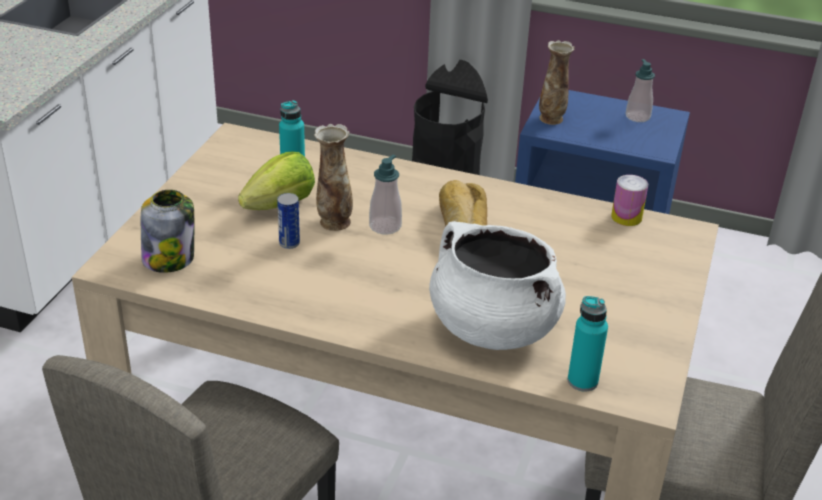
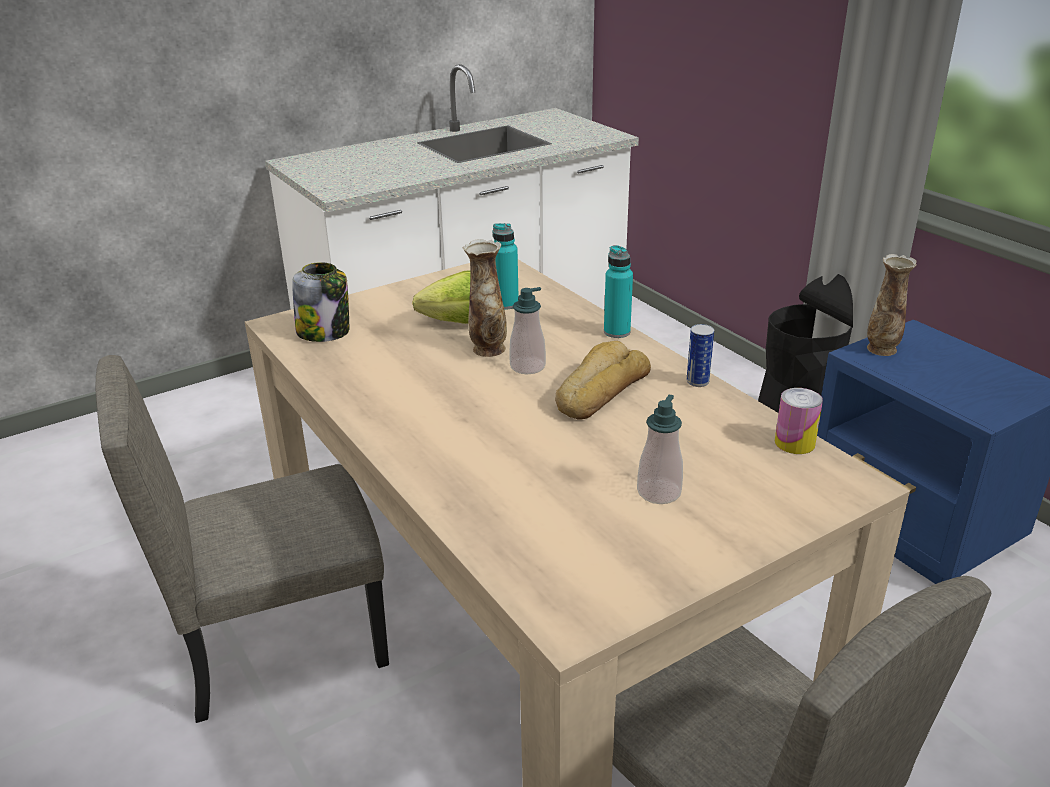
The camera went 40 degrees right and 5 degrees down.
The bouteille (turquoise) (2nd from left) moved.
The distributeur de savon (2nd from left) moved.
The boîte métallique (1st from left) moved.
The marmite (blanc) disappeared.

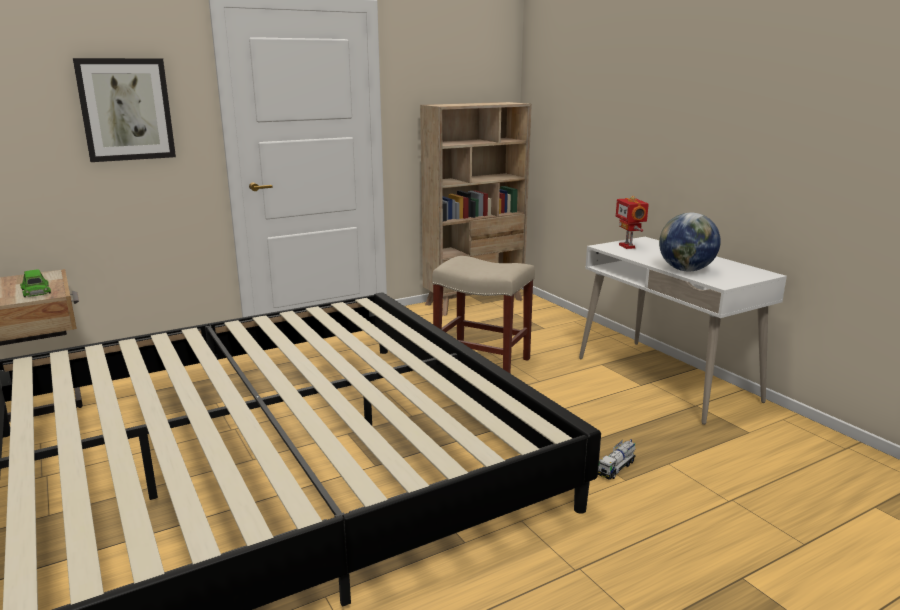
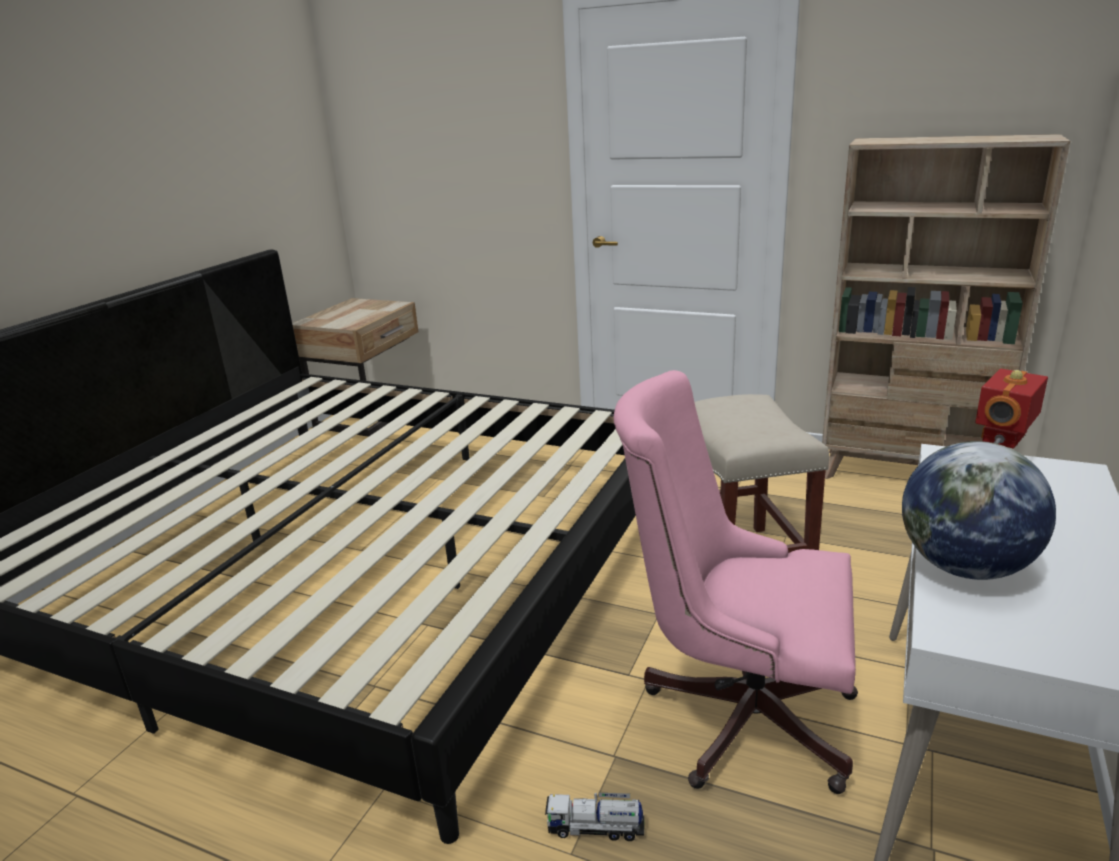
The camera went 55 degrees right and 5 degrees up.
The chaise de bureau (rose) appeared.
The petite voiture (vert) disappeared.
The tableau disappeared.

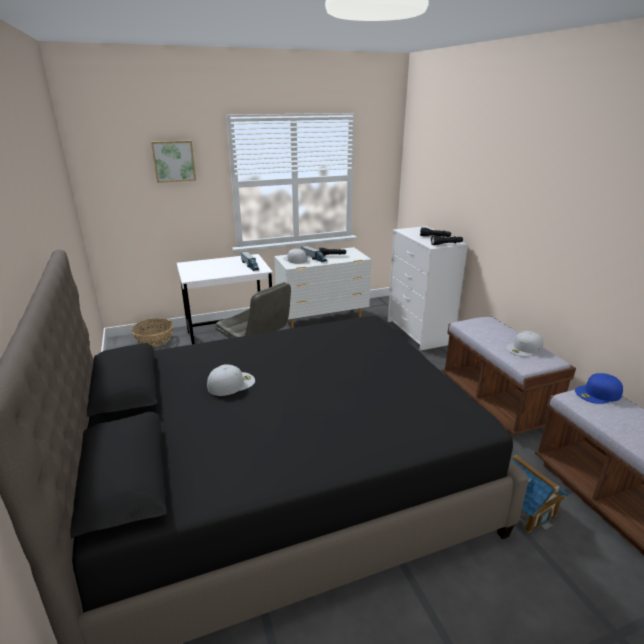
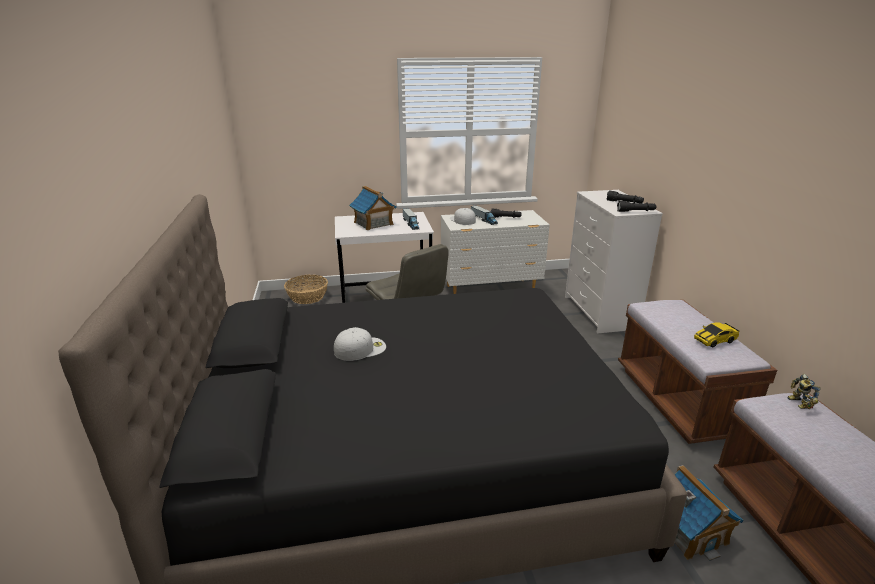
The camera went 10 degrees right and 0 degrees up.
The maison miniature (1st from left) appeared.
The casquette (blanc) (3rd from left) was replaced by the petite voiture.
The casquette (bleu) was replaced by the robot jouet.
The tableau disappeared.

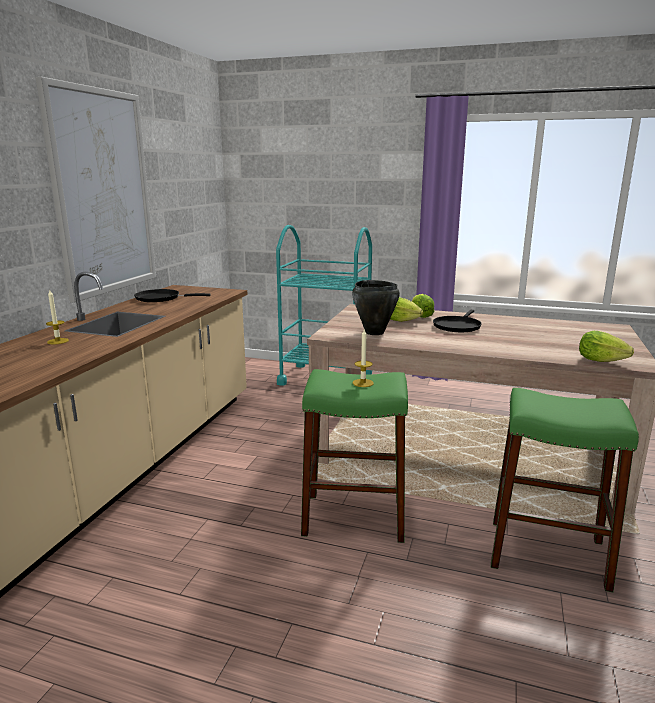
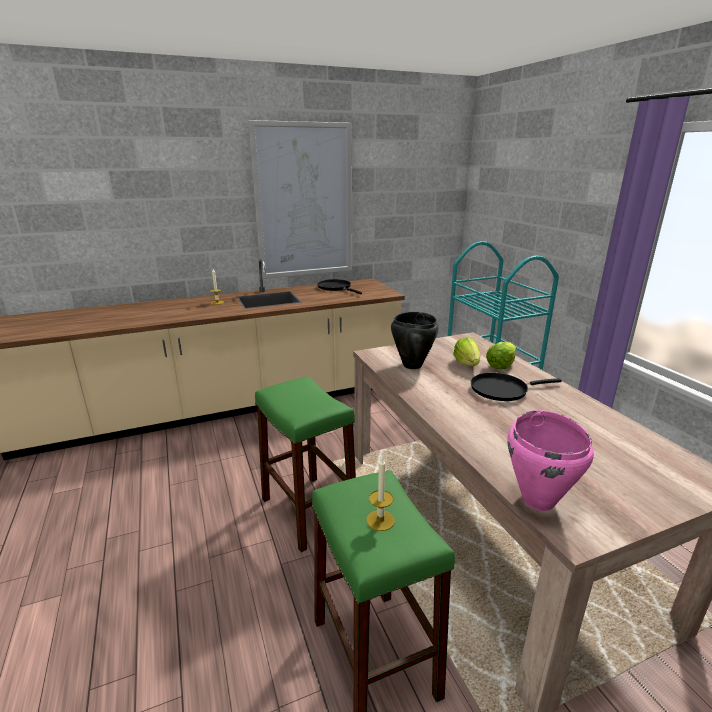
The camera went 50 degrees right and 5 degrees up.
The bougie (2nd from left) moved.
The laitue (3rd from left) was replaced by the marmite (rose).

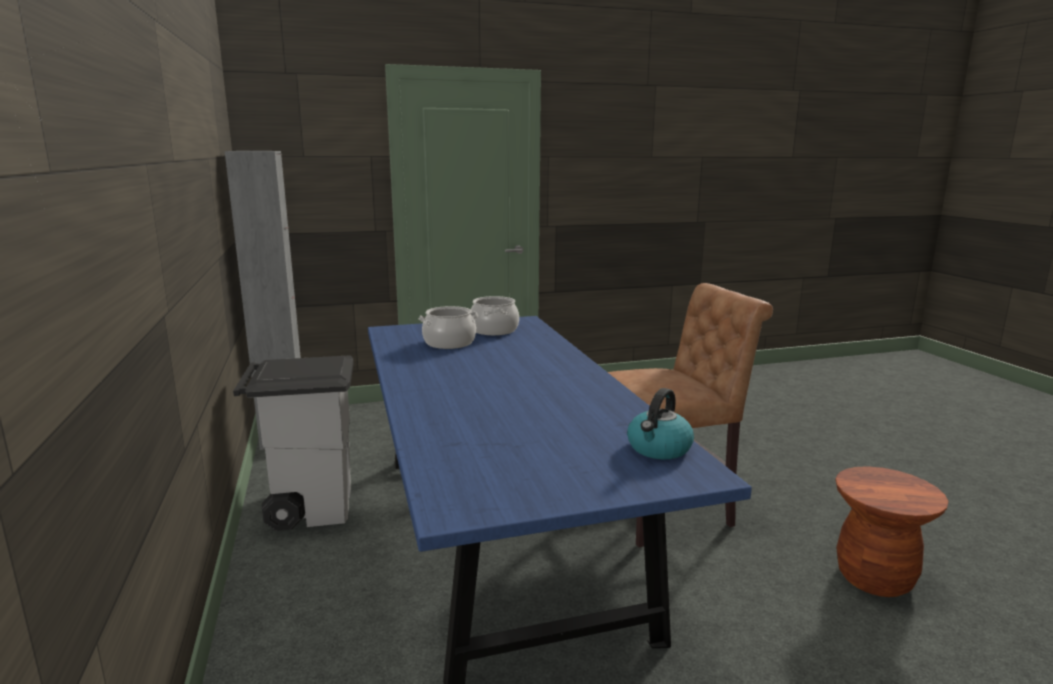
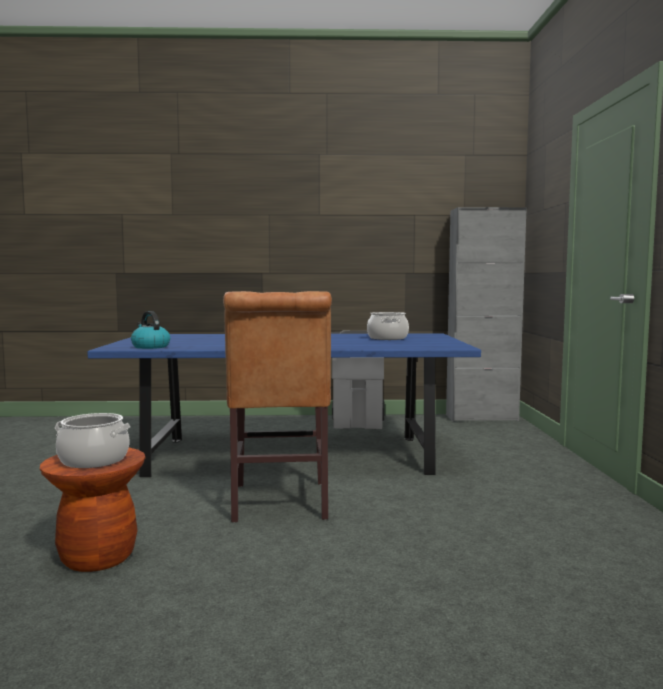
The camera went 105 degrees right and 10 degrees down.
The marmite (2nd from left in the first image) moved.

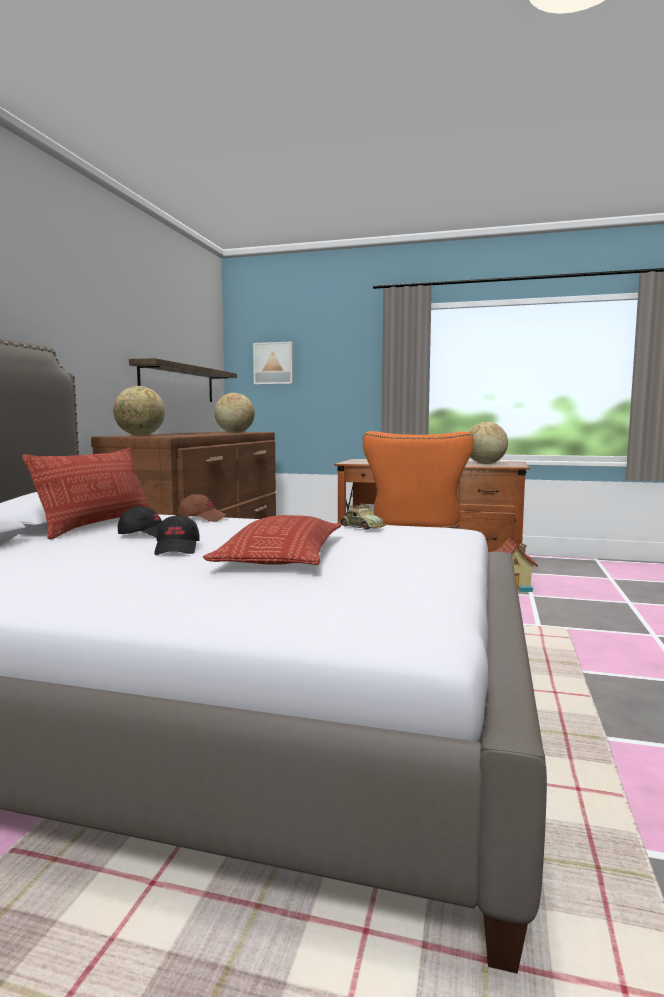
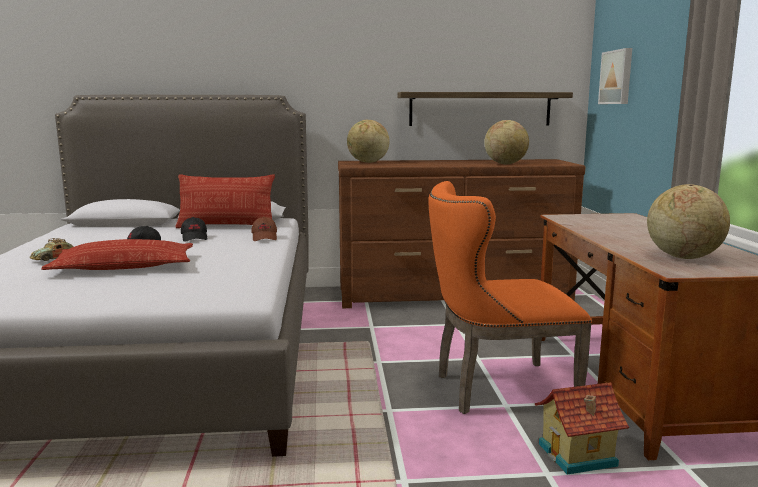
The camera went 70 degrees right and 5 degrees up.
The petite voiture moved.

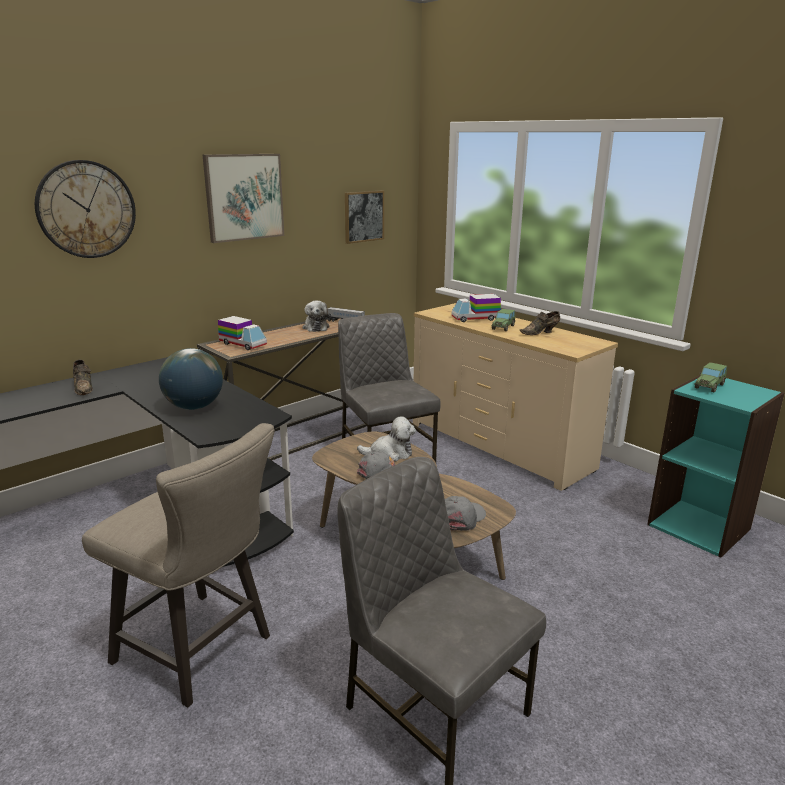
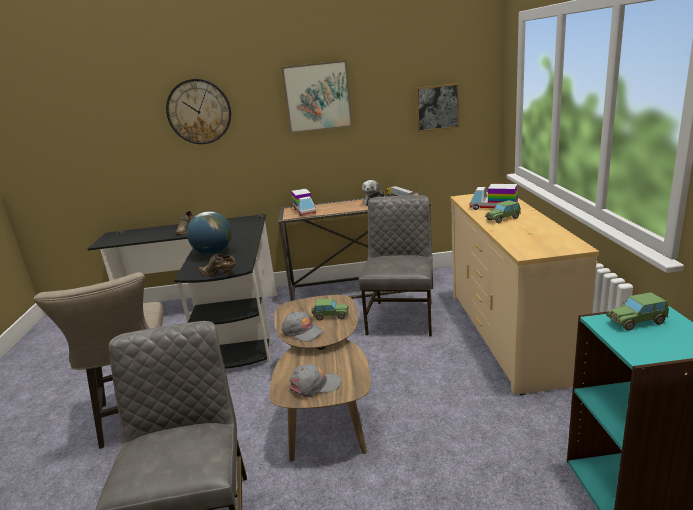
The camera went 40 degrees right and 0 degrees up.
The chaussure (marron) (2nd from left) moved.
The peluche (2nd from left) was replaced by the petite voiture (1st from left).

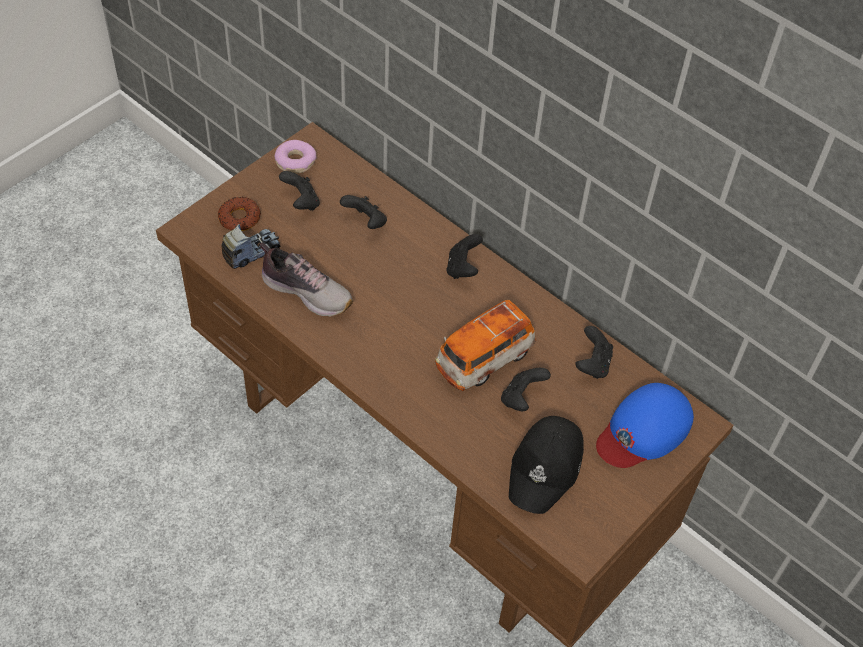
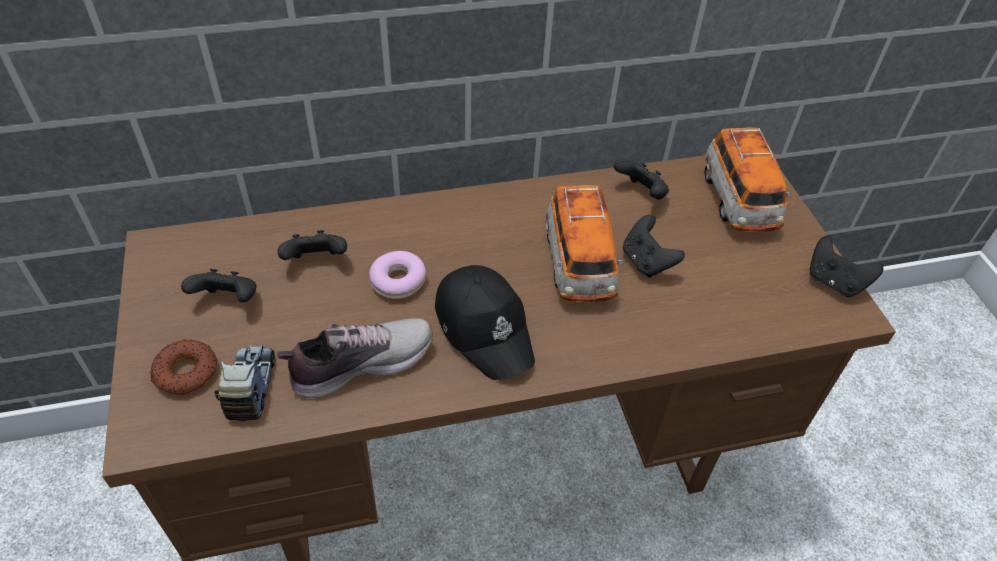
The camera went 55 degrees left and 5 degrees down.
The beignet (2nd from left) moved.
The casquette (noir) moved.
The casquette (bleu) was replaced by the petite voiture (2nd from left).
The manette (noir) (3rd from left in the first image) moved.

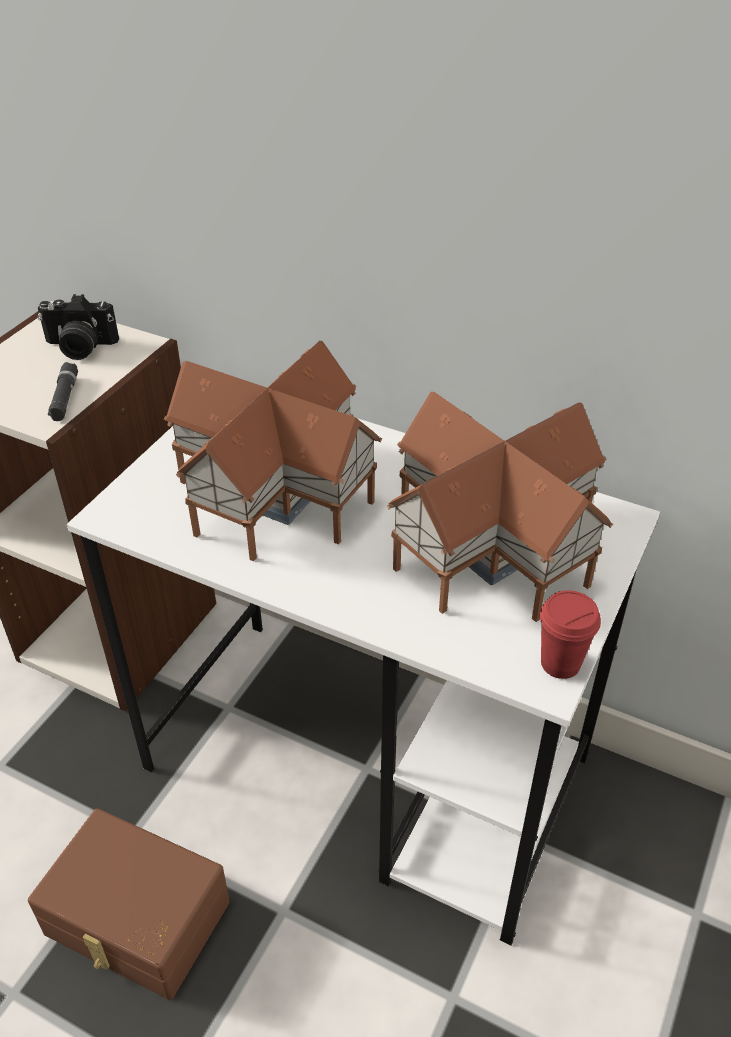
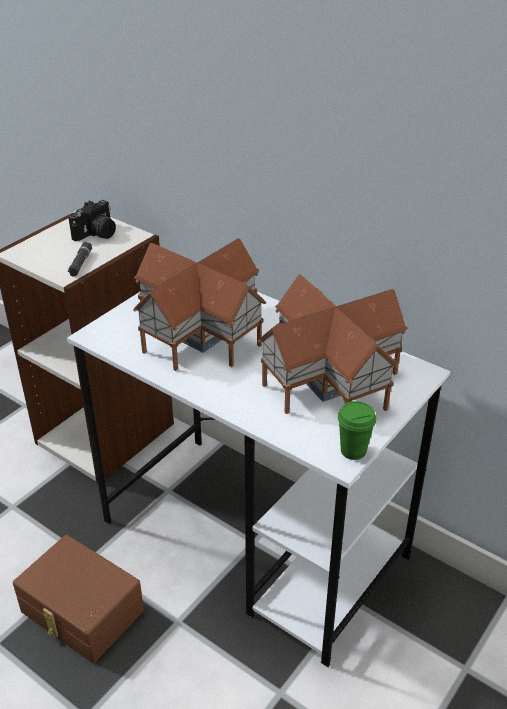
The camera went 10 degrees right and 5 degrees down.
The appareil photo turned 60 degrees counterclockwise.
The tasse (rouge) became the tasse (vert).

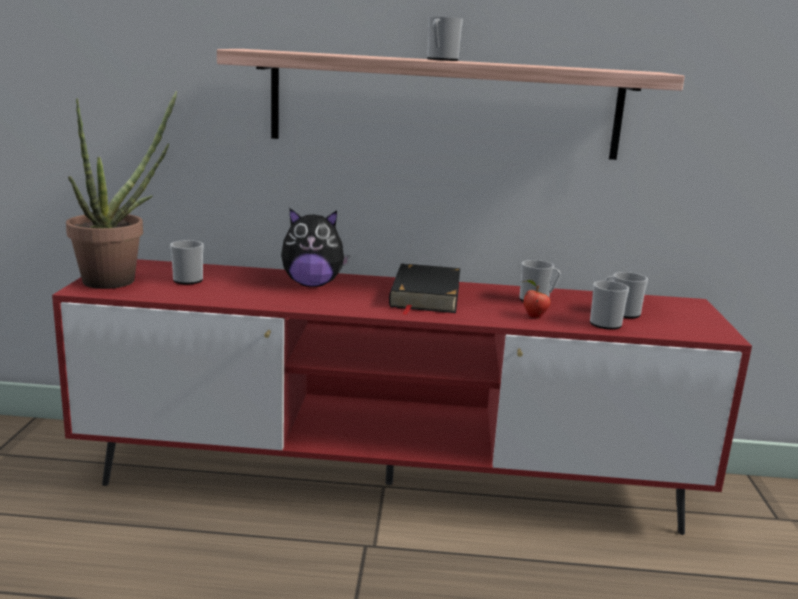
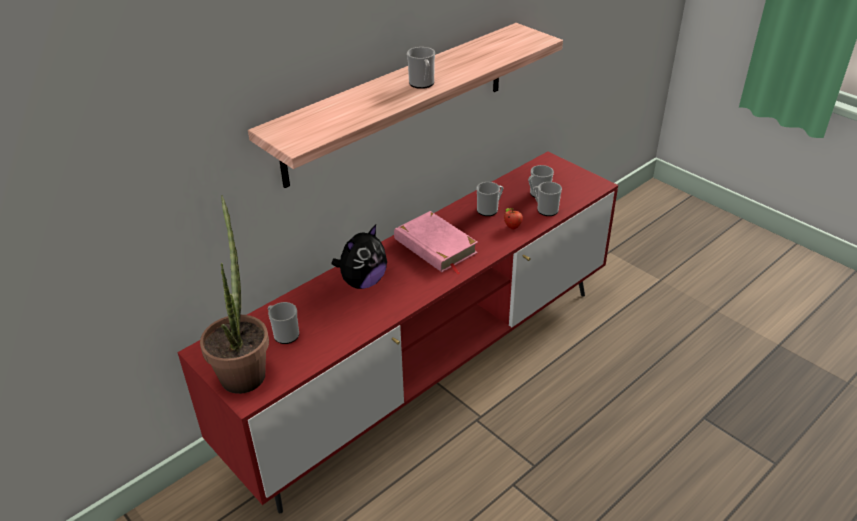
The camera went 45 degrees left and 20 degrees up.
The livre (noir) became the livre (rose).

